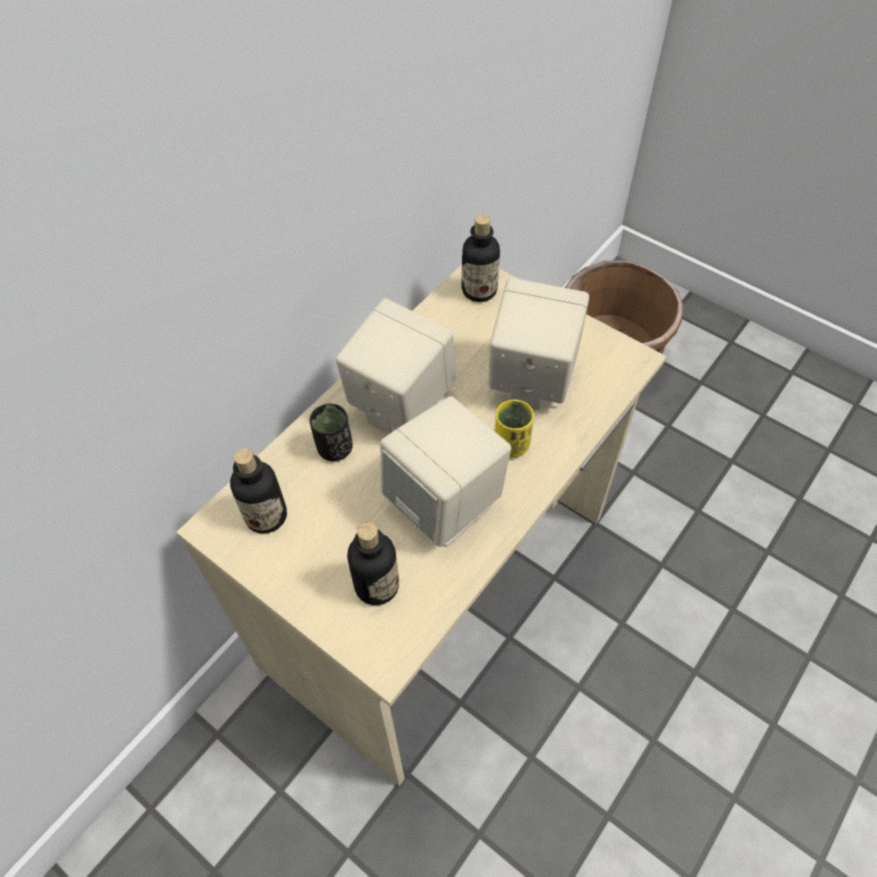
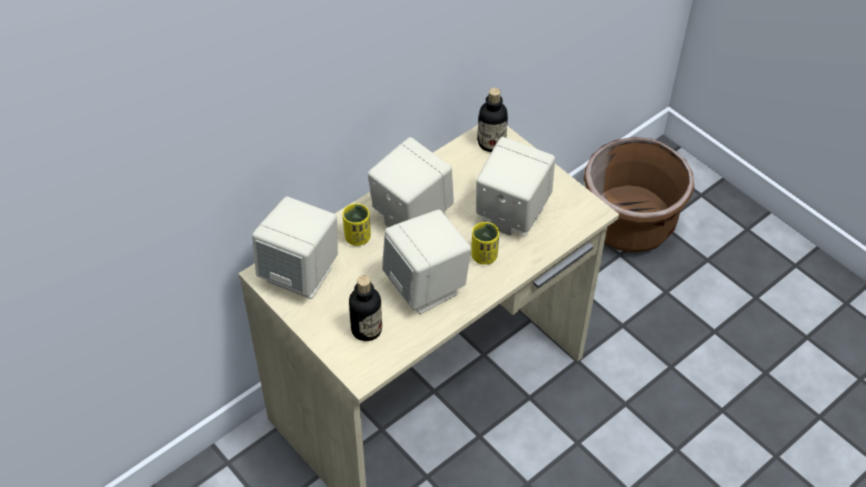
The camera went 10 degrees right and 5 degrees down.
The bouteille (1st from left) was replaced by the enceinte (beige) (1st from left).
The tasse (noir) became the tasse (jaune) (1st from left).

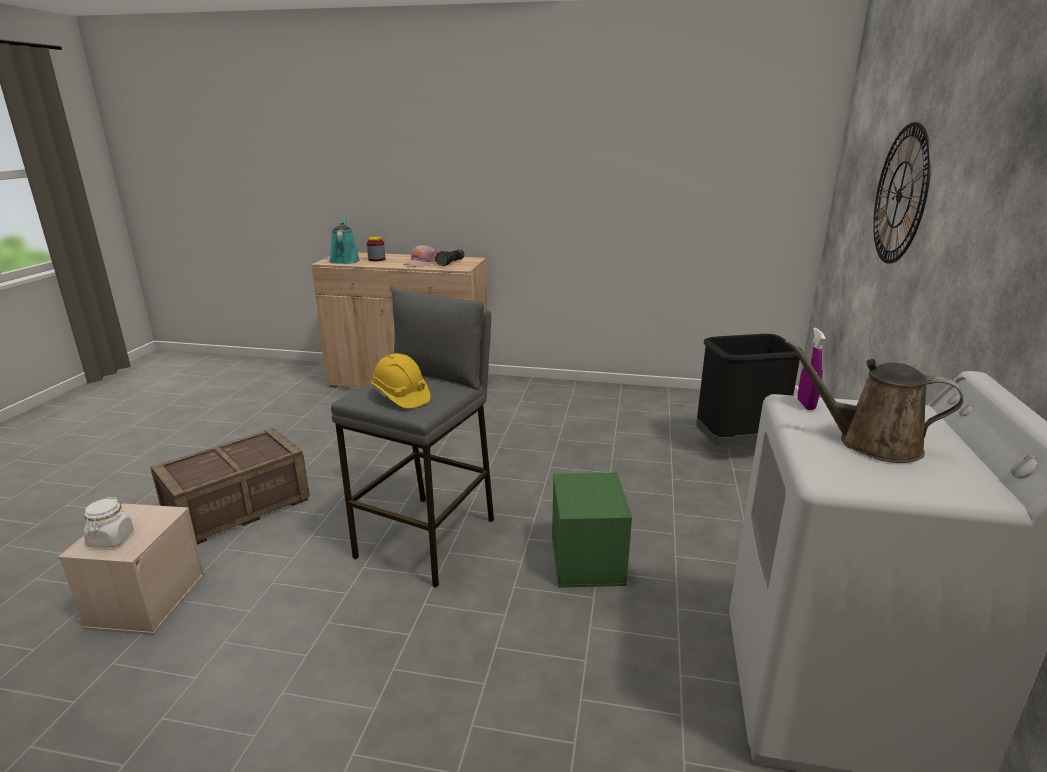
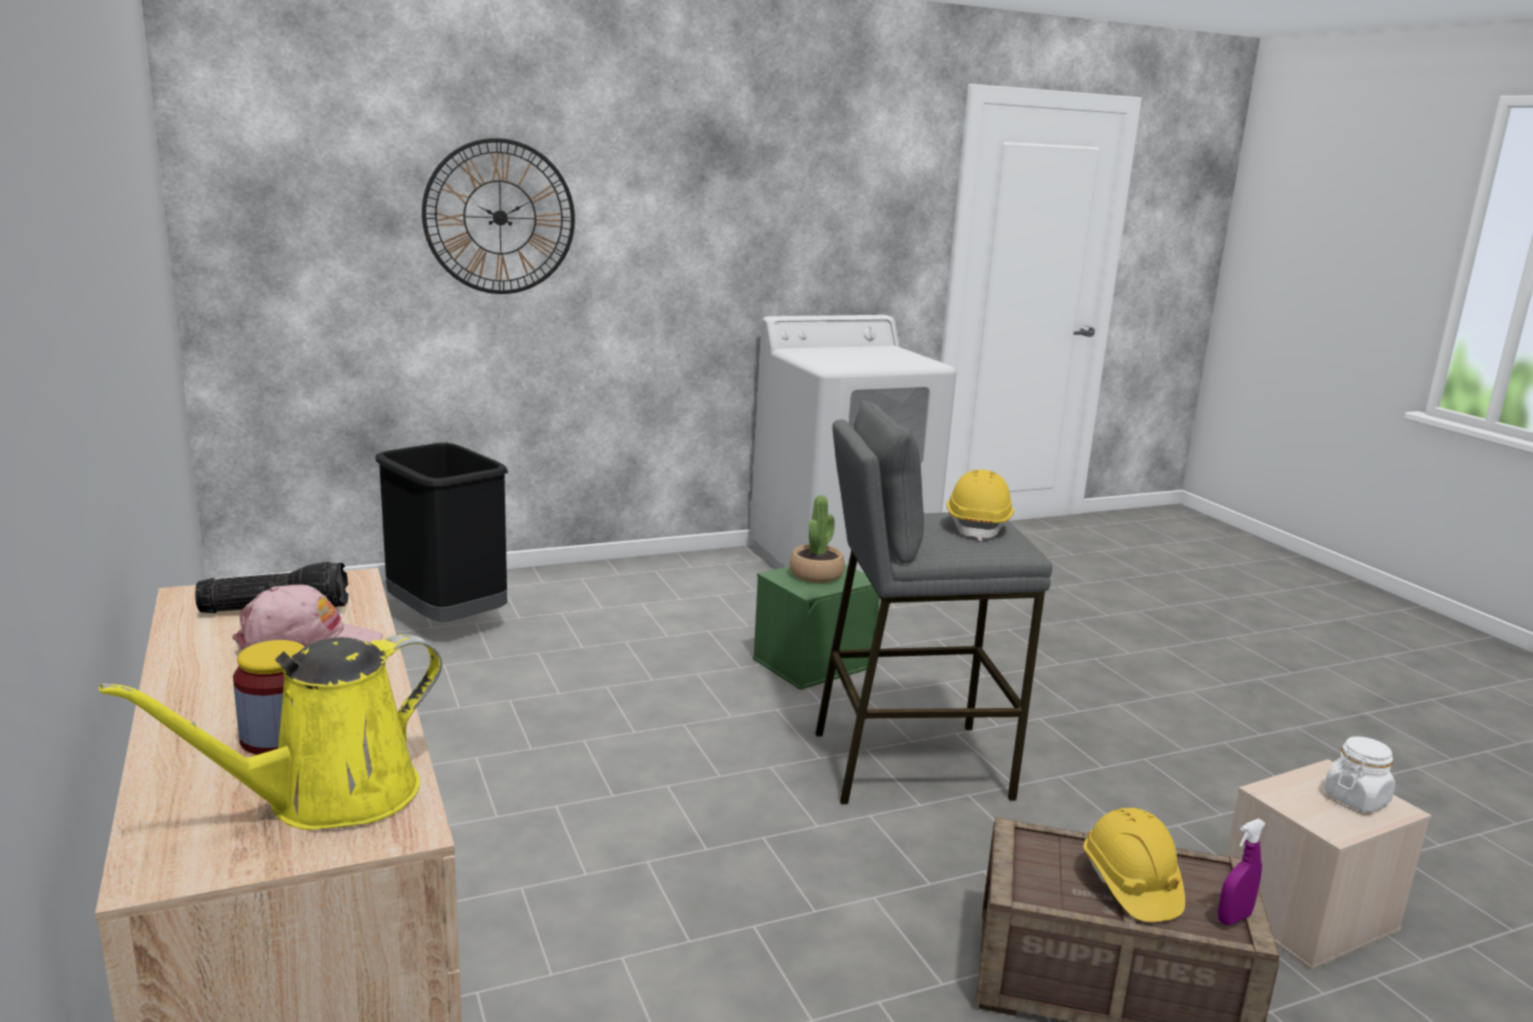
The camera went 125 degrees left and 5 degrees down.
The arrosoir (turquoise) became the arrosoir (jaune).
The plante en pot appeared.
The casque de chantier (jaune) (2nd from left) appeared.
The vaporisateur (violet) moved.
The arrosoir (marron) disappeared.

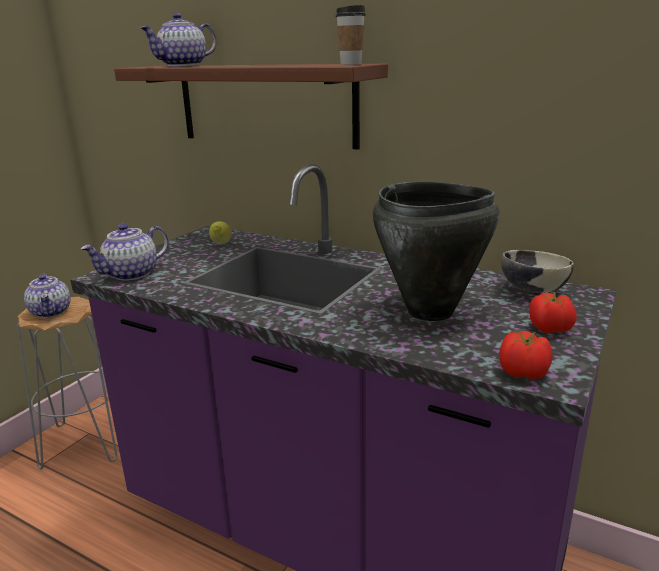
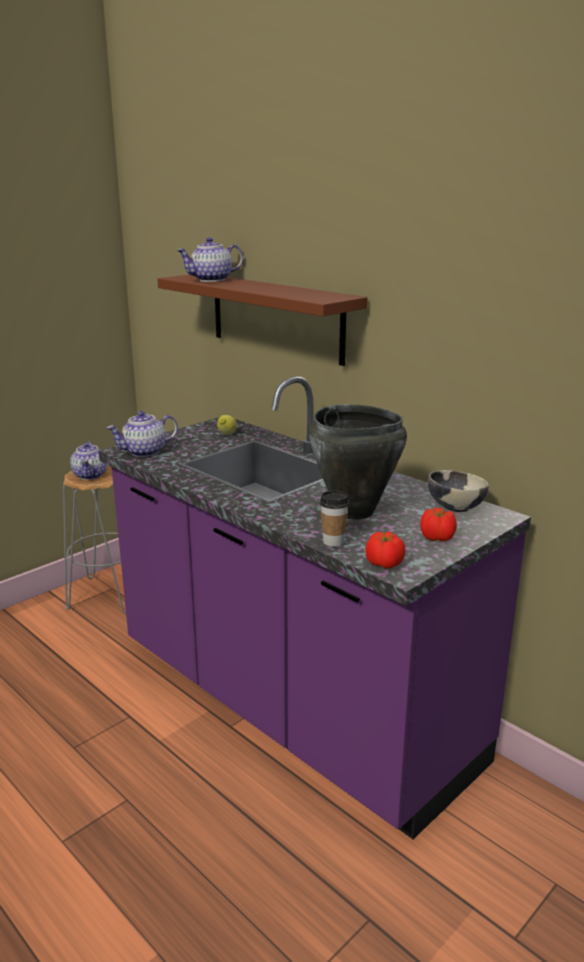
The camera went 15 degrees right and 0 degrees up.
The tasse moved.

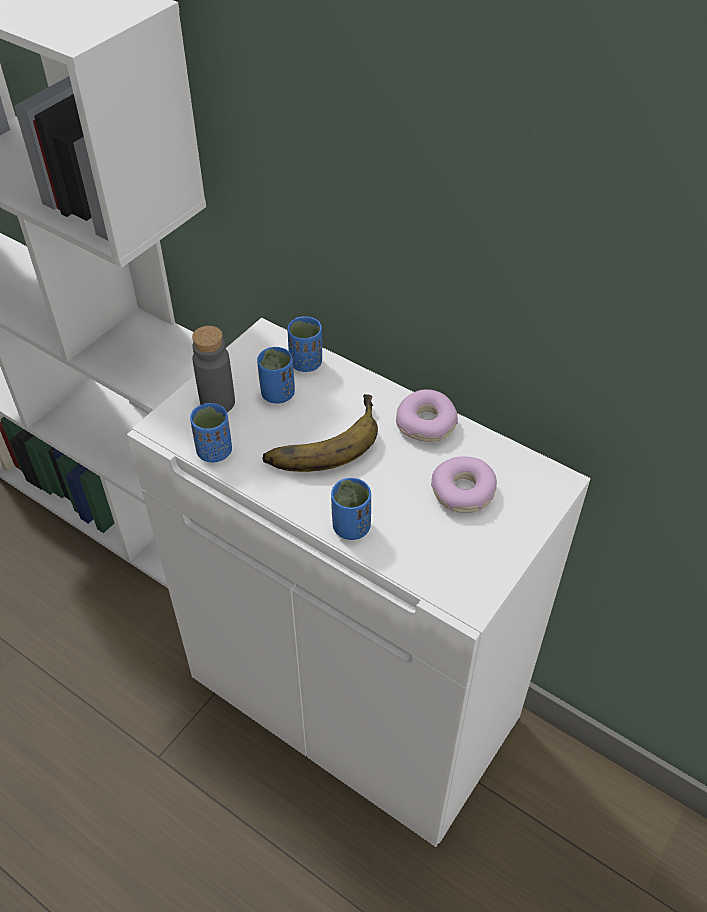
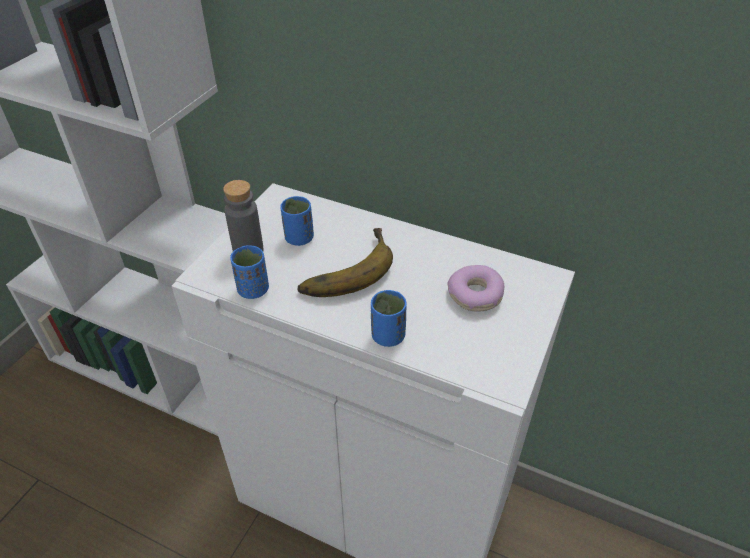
The camera went 10 degrees left and 5 degrees down.
The tasse (bleu) (3rd from left) disappeared.
The beignet (1st from left) disappeared.

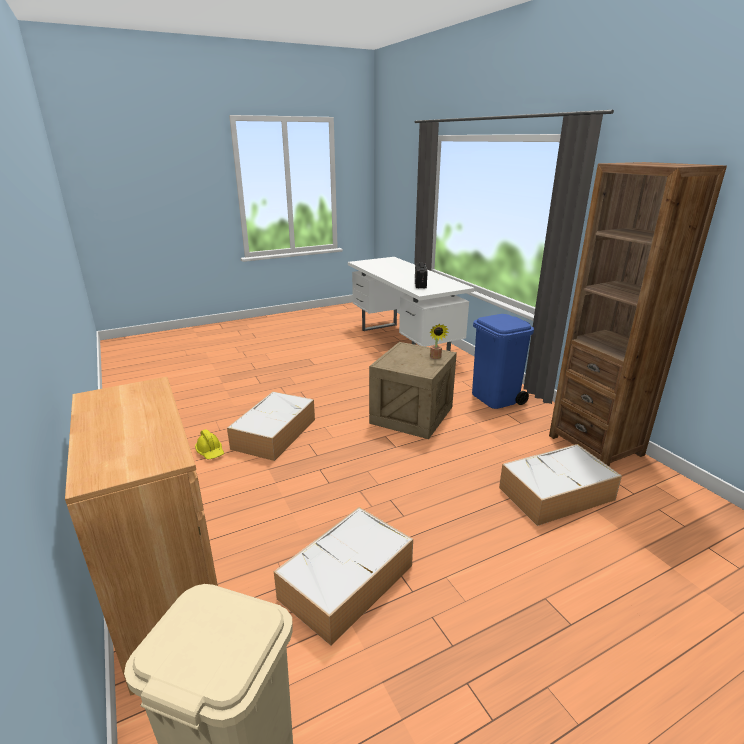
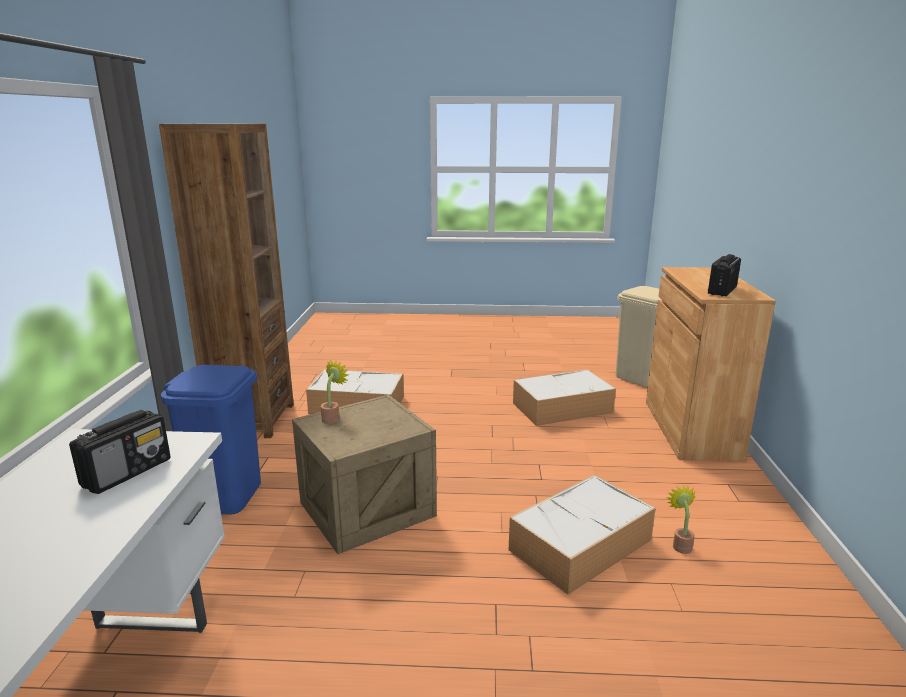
The camera went 150 degrees left and 5 degrees down.
The casque de chantier (jaune) was replaced by the plante en pot (2nd from left).
The radio (2nd from left) appeared.

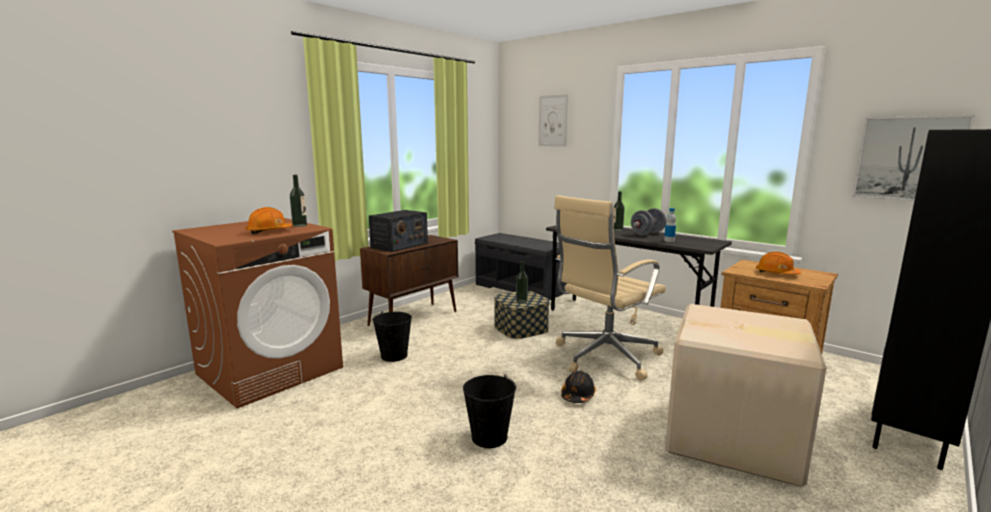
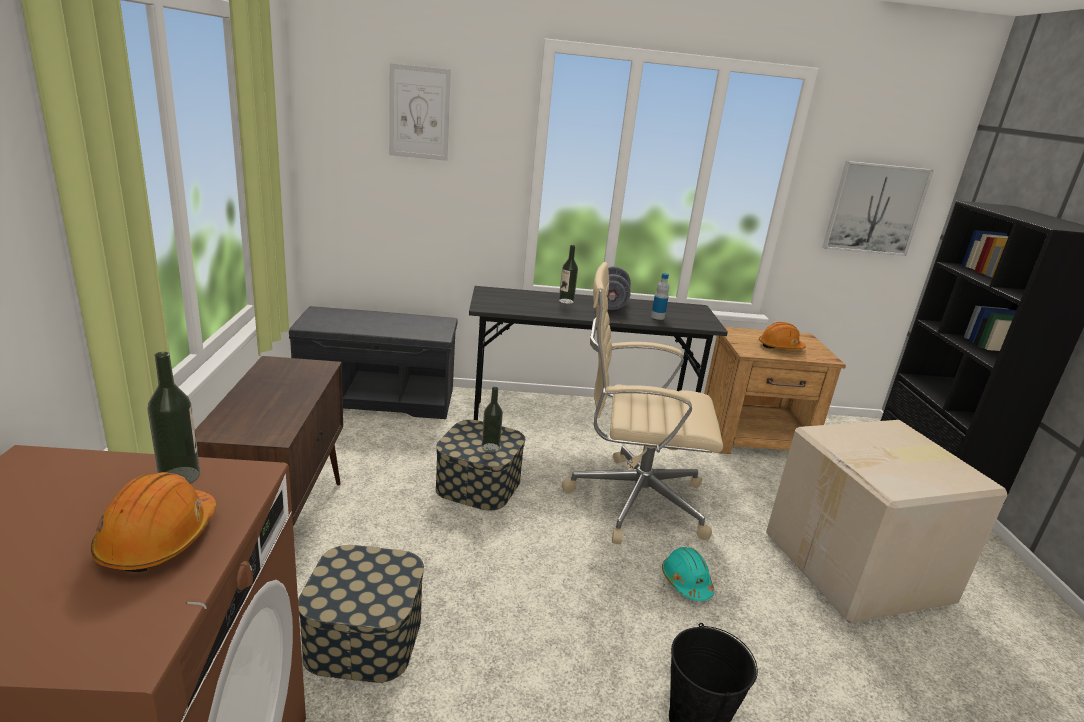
The camera went 45 degrees left and 10 degrees up.
The seau (noir) (1st from left) was replaced by the boîte de rangement (1st from left).
The chaise de bureau (beige) turned 90 degrees clockwise.
The casque de chantier (noir) became the casque de chantier (turquoise).
The radio disappeared.

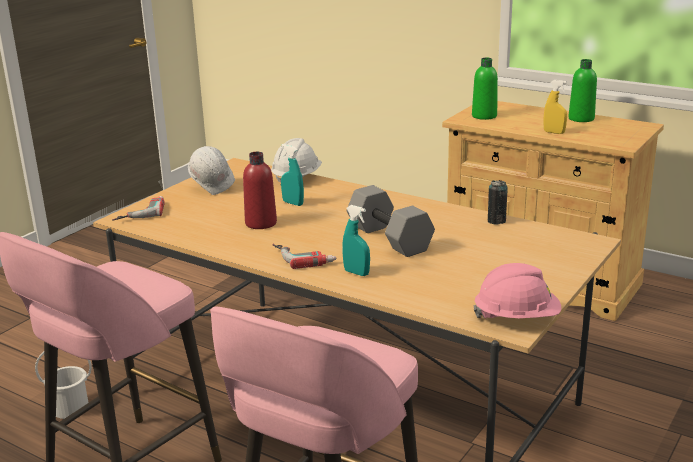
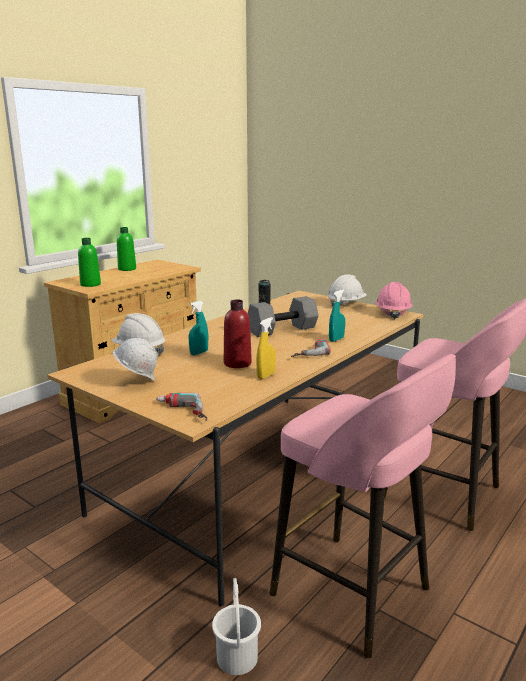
The camera went 85 degrees left and 5 degrees down.
The vaporisateur (jaune) moved.
The casque de chantier (blanc) (3rd from left) appeared.

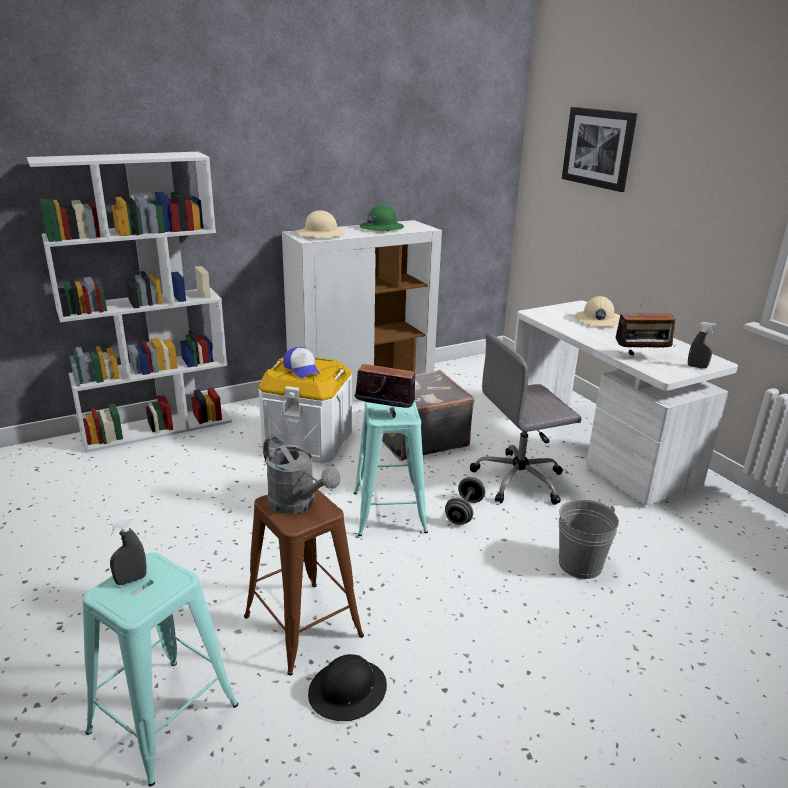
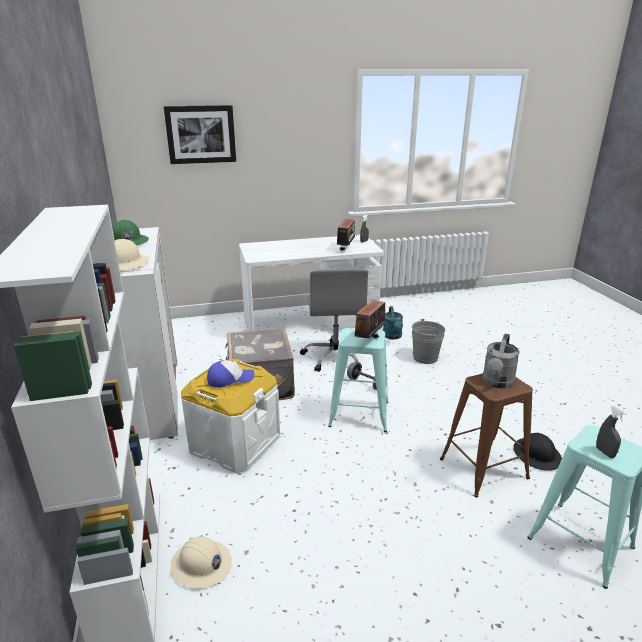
The camera went 75 degrees left and 0 degrees up.
The casque de chantier (beige) (2nd from left) moved.
The arrosoir (turquoise) appeared.
The arrosoir (gris) turned 150 degrees clockwise.

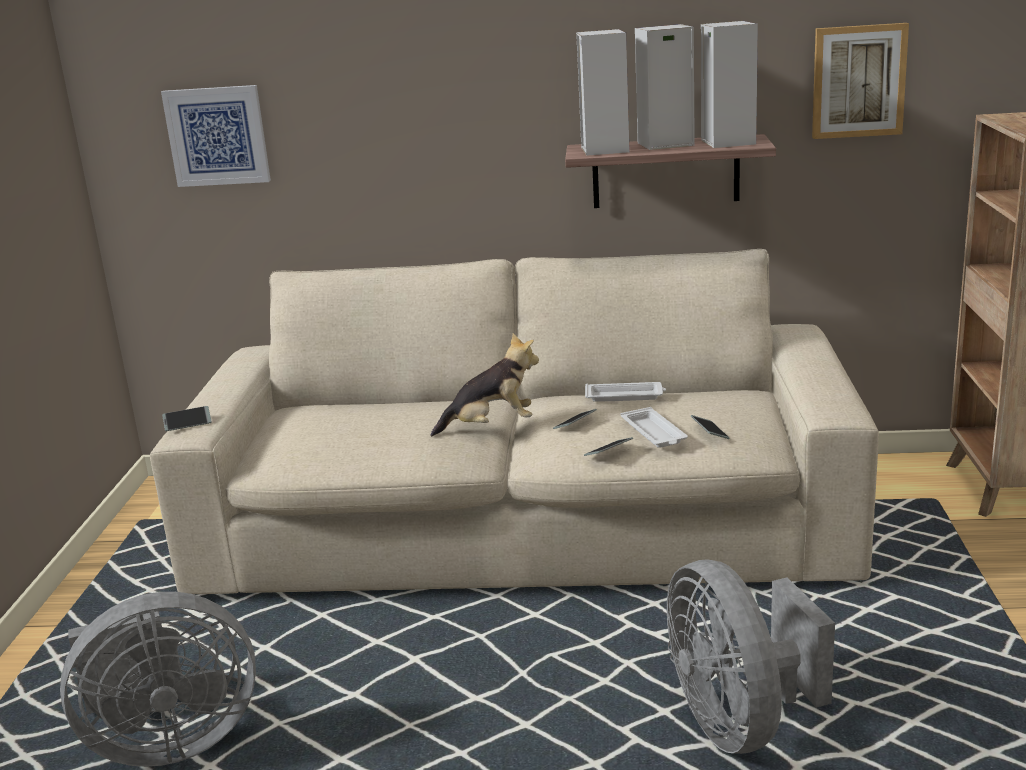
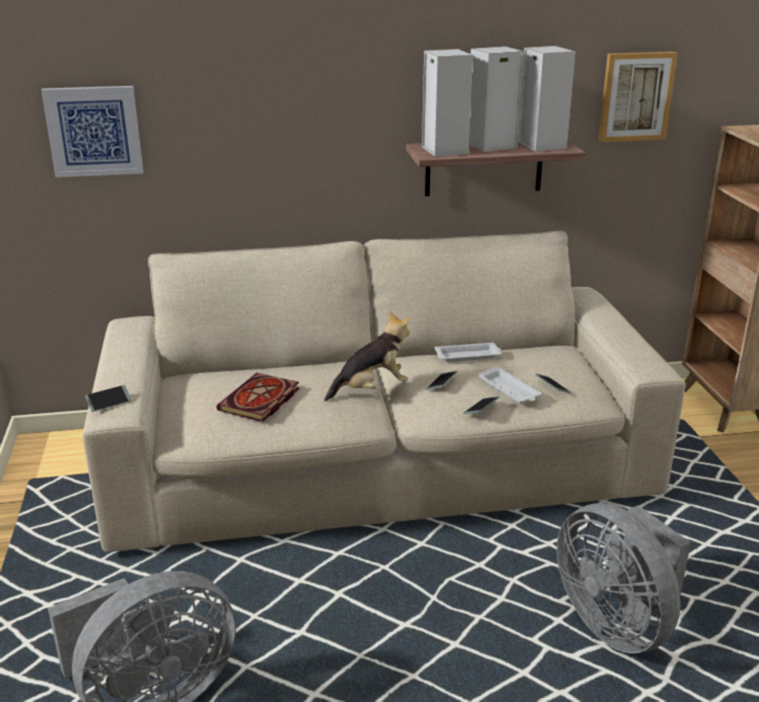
The camera went 15 degrees left and 5 degrees up.
The livre appeared.

